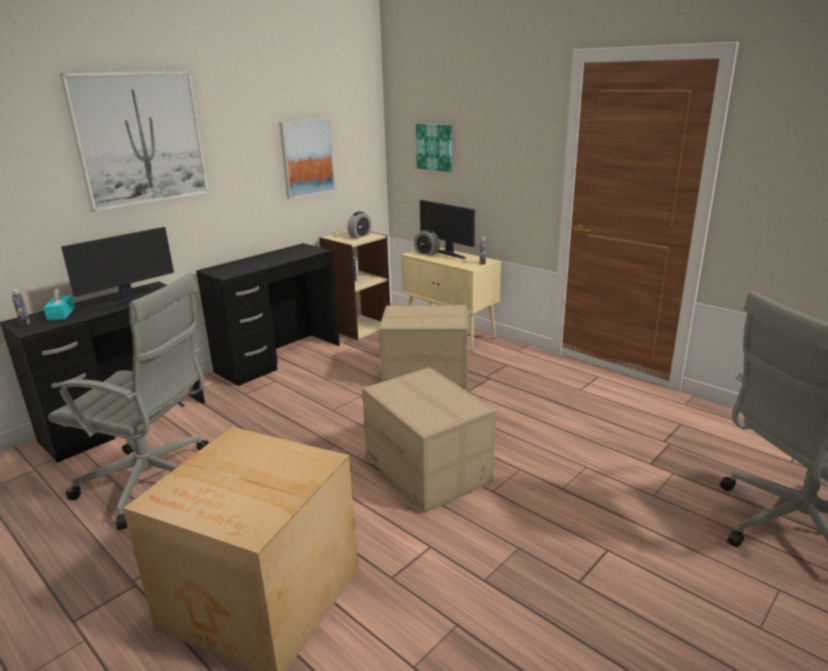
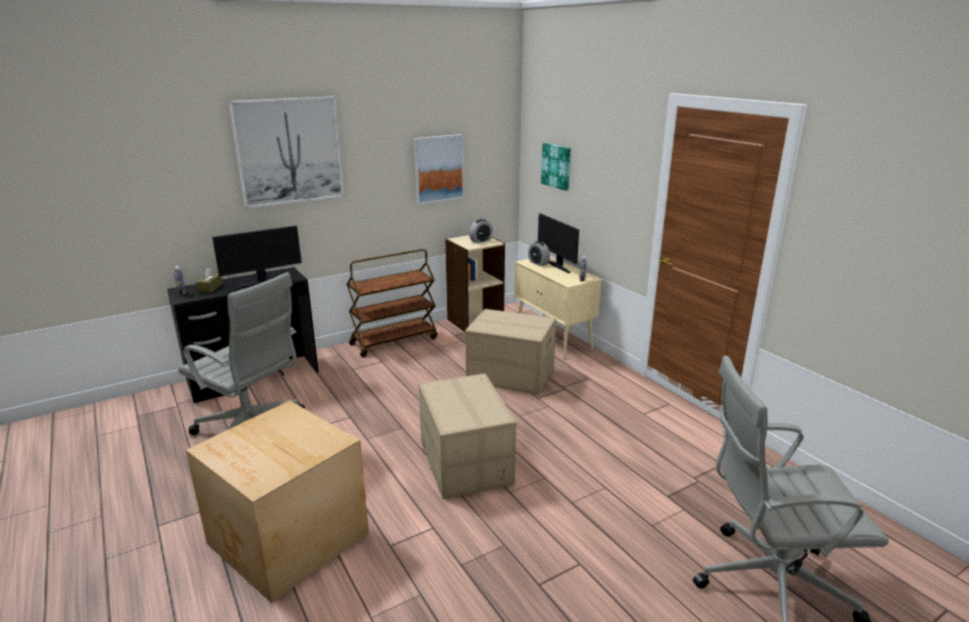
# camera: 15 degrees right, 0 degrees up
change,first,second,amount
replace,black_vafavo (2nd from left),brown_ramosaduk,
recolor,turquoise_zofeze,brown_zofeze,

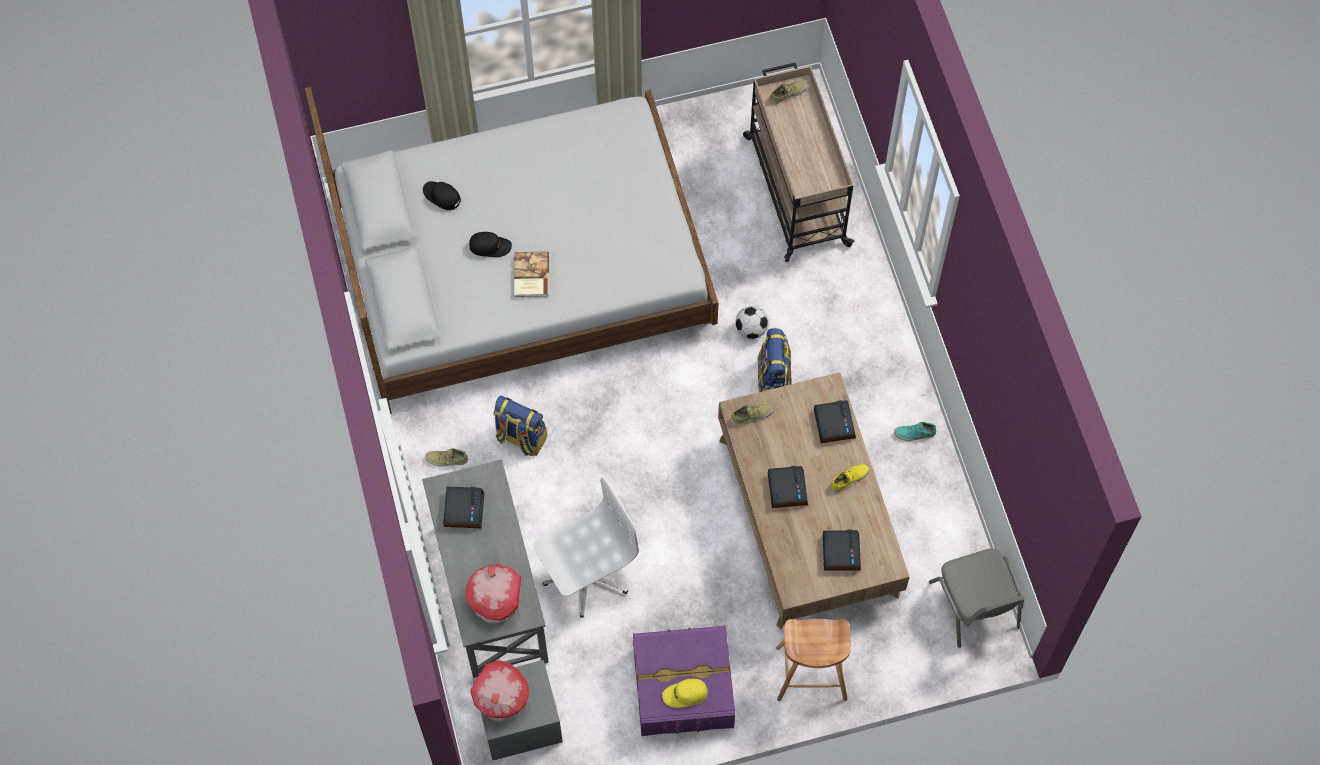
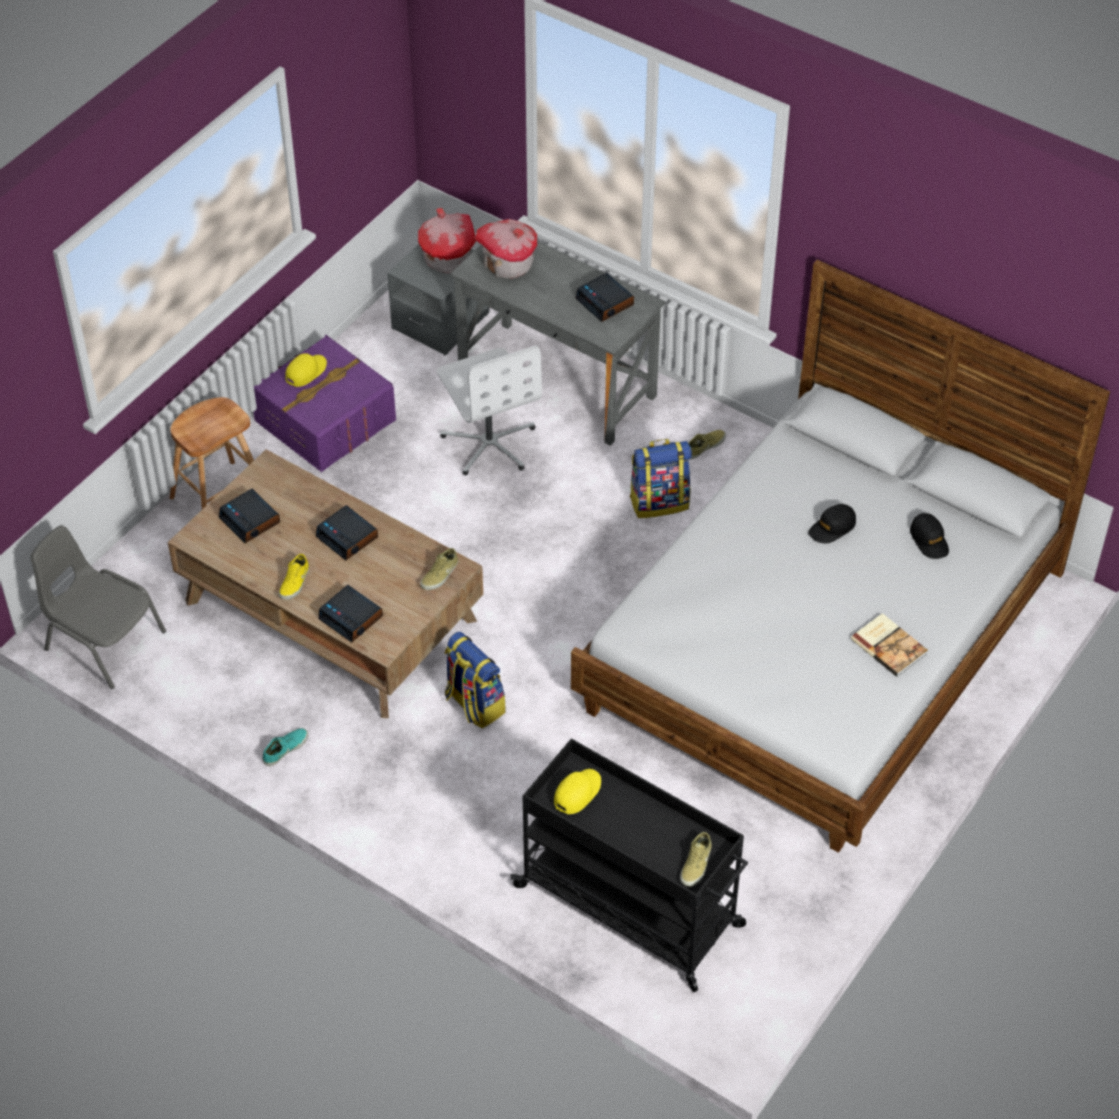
# camera: 140 degrees right, 15 degrees down
change,first,second,amount
delete,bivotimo,,
insert,,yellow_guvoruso (2nd from left),
move,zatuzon,,
recolor,beige_ramosaduk,black_ramosaduk,
rotate,black_guvoruso (1st from left in the first image),black_guvoruso (2nd from left),75 degrees clockwise
rotate,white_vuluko,,45 degrees counterclockwise

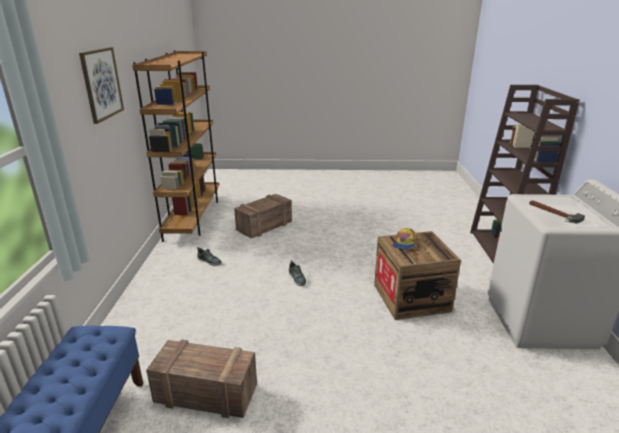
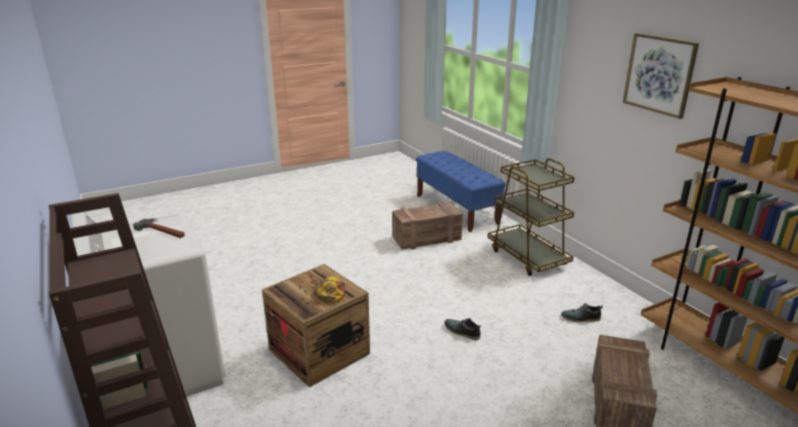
# camera: 150 degrees right, 0 degrees up
change,first,second,amount
insert,,brown_ramosaduk,

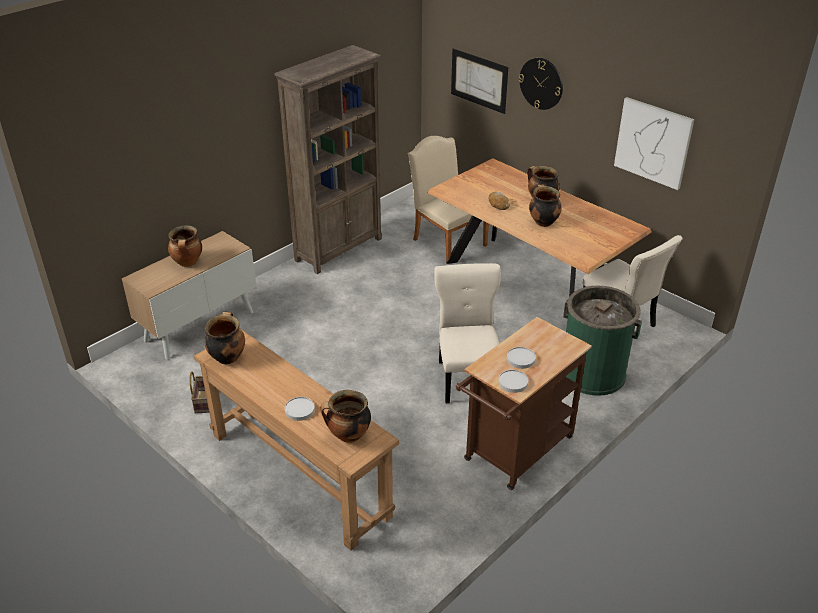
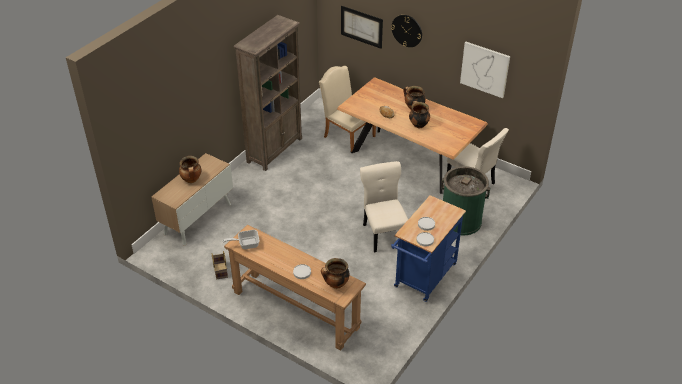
# camera: 10 degrees left, 5 degrees up
change,first,second,amount
replace,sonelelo (2nd from left),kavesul,
recolor,brown_ramosaduk,blue_ramosaduk,

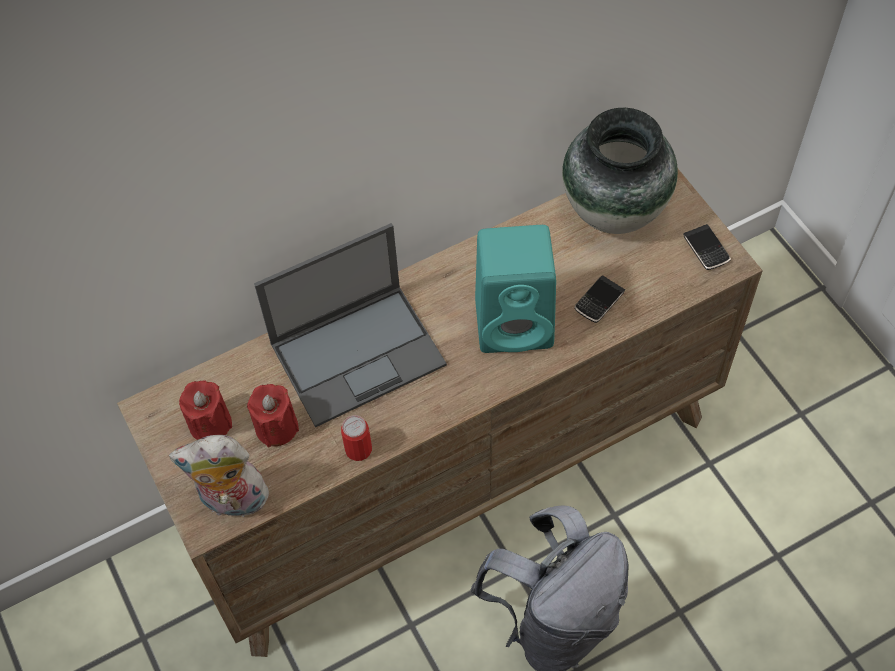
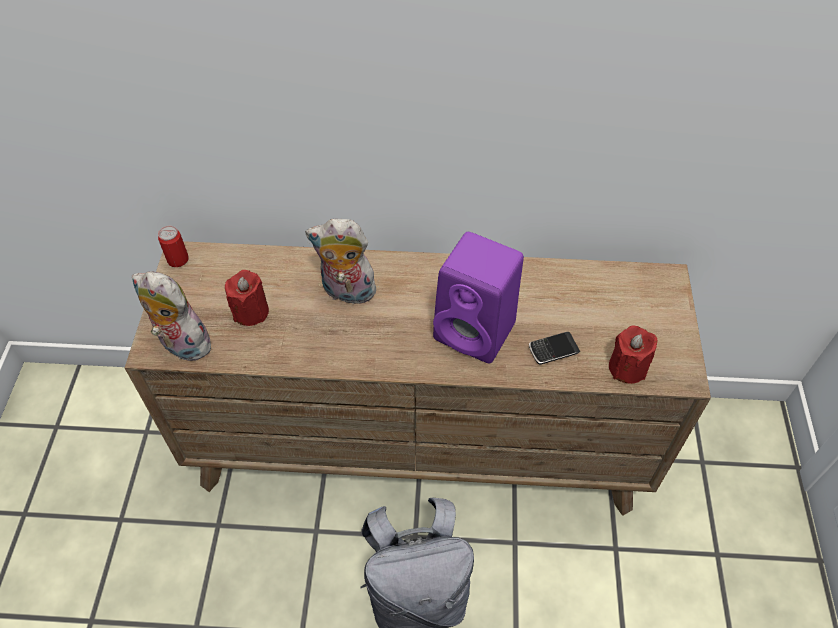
# camera: 30 degrees right, 5 degrees down
change,first,second,amount
delete,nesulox,,
delete,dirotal (2nd from left),,
move,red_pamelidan (1st from left in the first image),red_pamelidan (2nd from left),
move,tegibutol,,
replace,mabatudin,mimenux (2nd from left),
recolor,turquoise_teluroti,purple_teluroti,

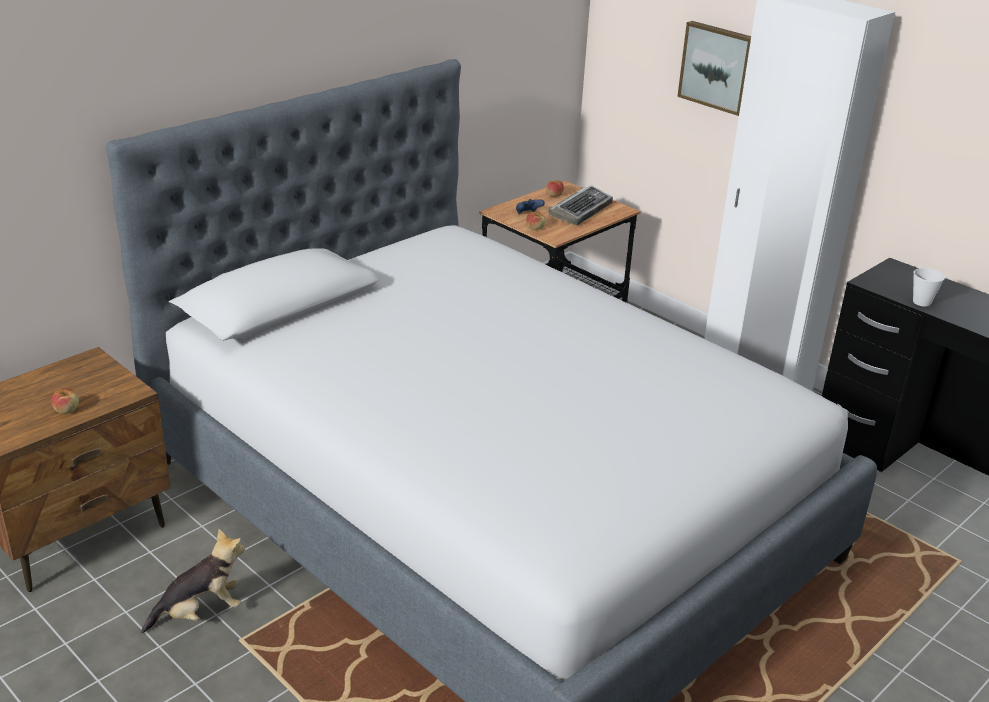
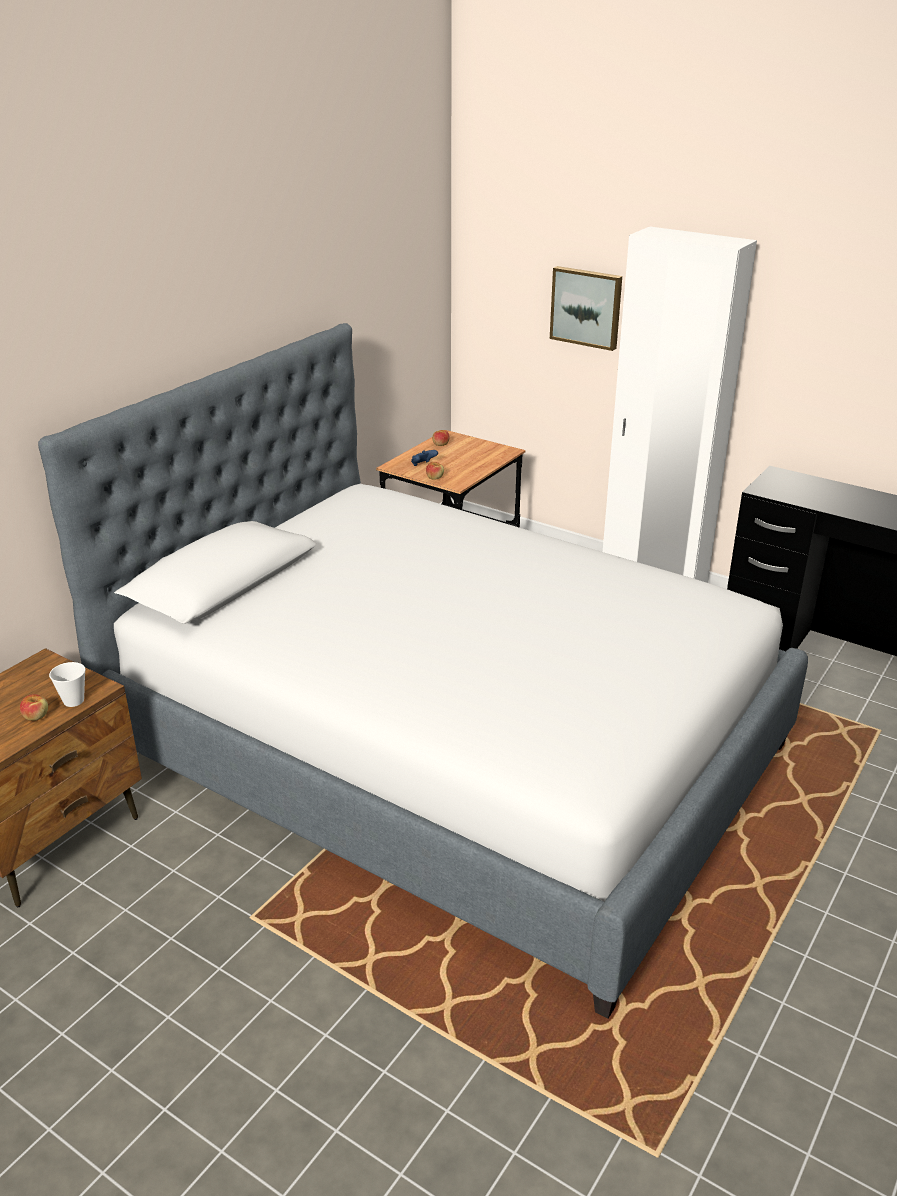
# camera: 10 degrees left, 0 degrees up
change,first,second,amount
delete,mimenux,,
delete,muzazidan,,
move,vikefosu,,

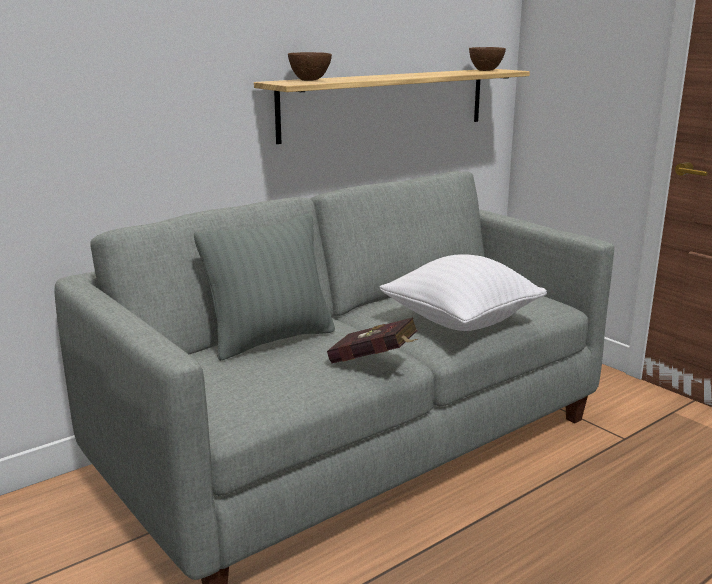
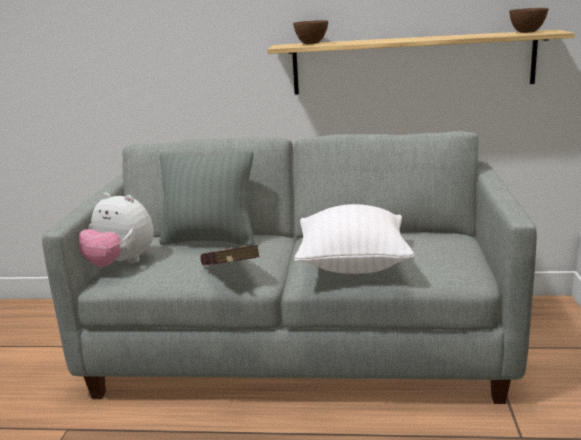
# camera: 45 degrees right, 0 degrees up
change,first,second,amount
insert,,mimenux,

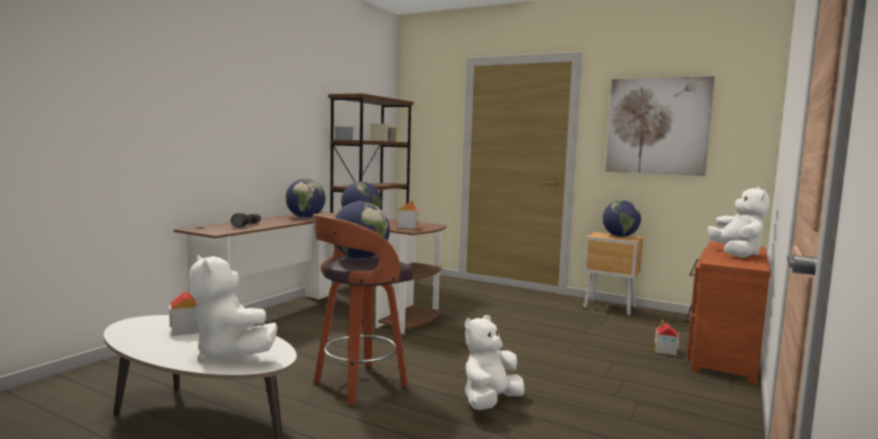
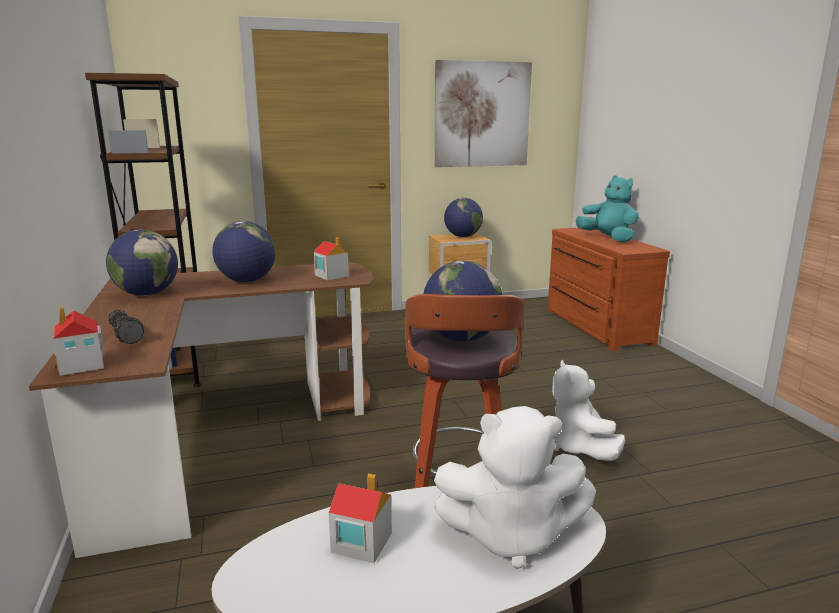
# camera: 45 degrees left, 10 degrees up
change,first,second,amount
move,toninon (3rd from left in the first image),toninon (1st from left),
recolor,white_mimenux (3rd from left),turquoise_mimenux,

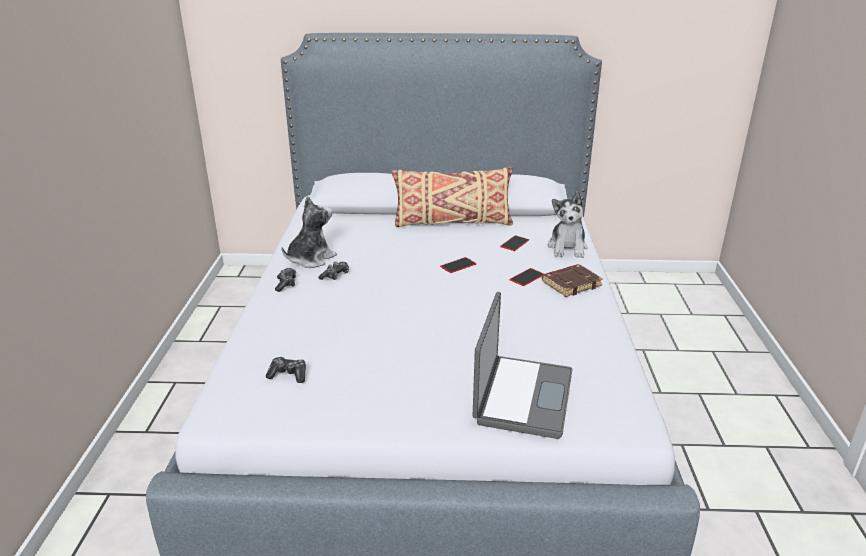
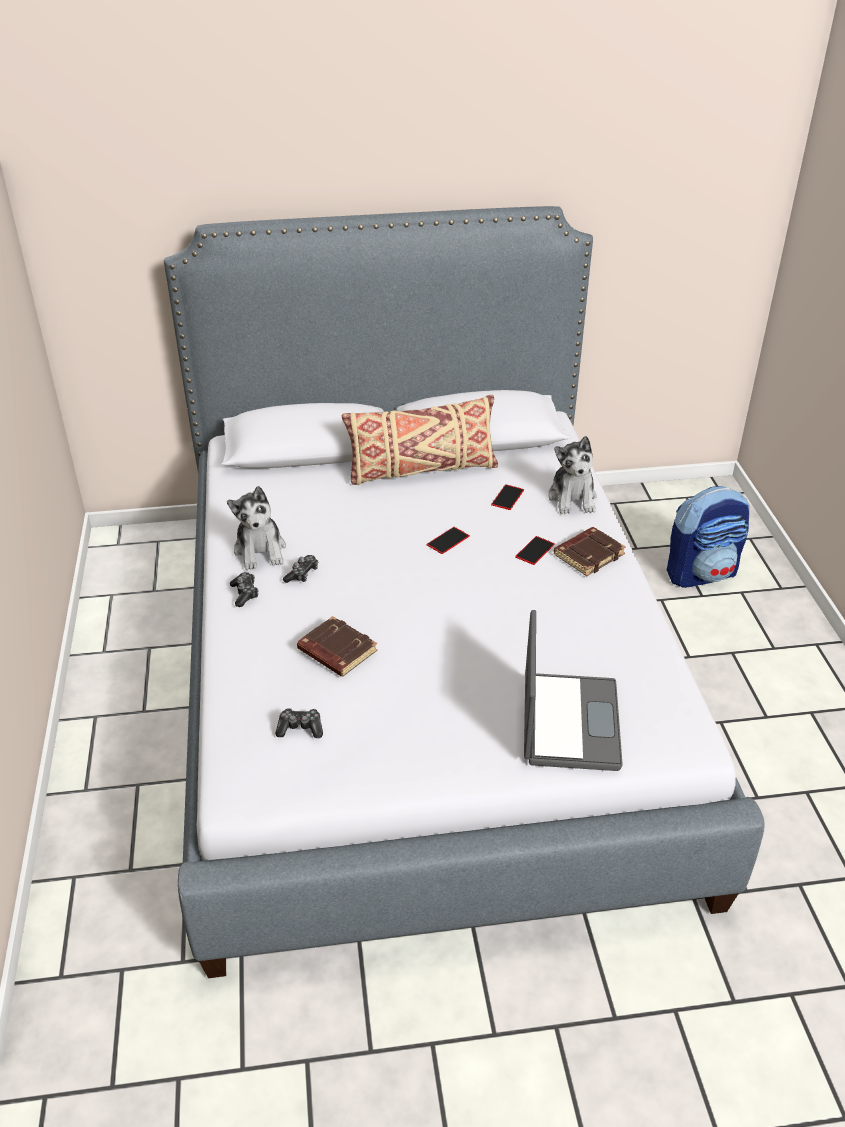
# camera: 10 degrees left, 10 degrees up
change,first,second,amount
insert,,brown_zatuzon (1st from left),
insert,,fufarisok,
rotate,mimenux (1st from left),,135 degrees clockwise

